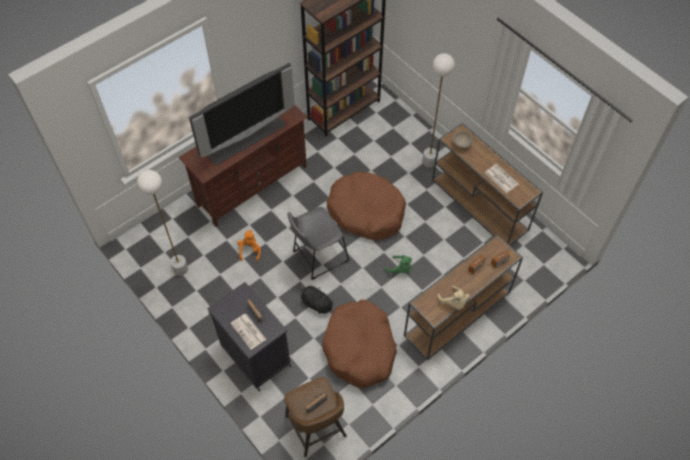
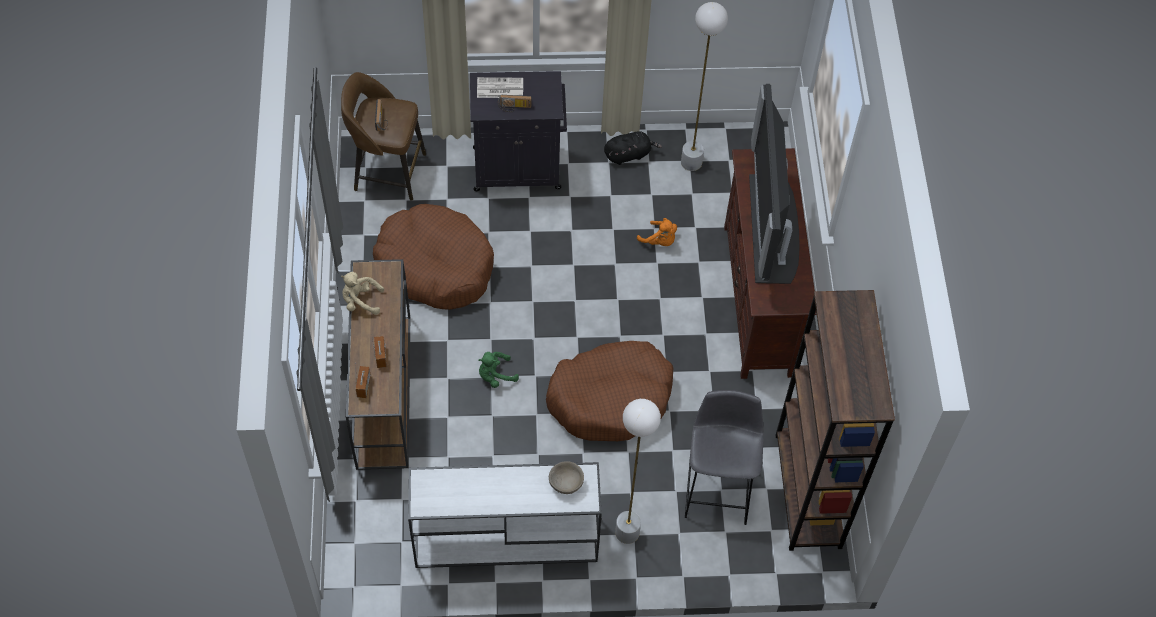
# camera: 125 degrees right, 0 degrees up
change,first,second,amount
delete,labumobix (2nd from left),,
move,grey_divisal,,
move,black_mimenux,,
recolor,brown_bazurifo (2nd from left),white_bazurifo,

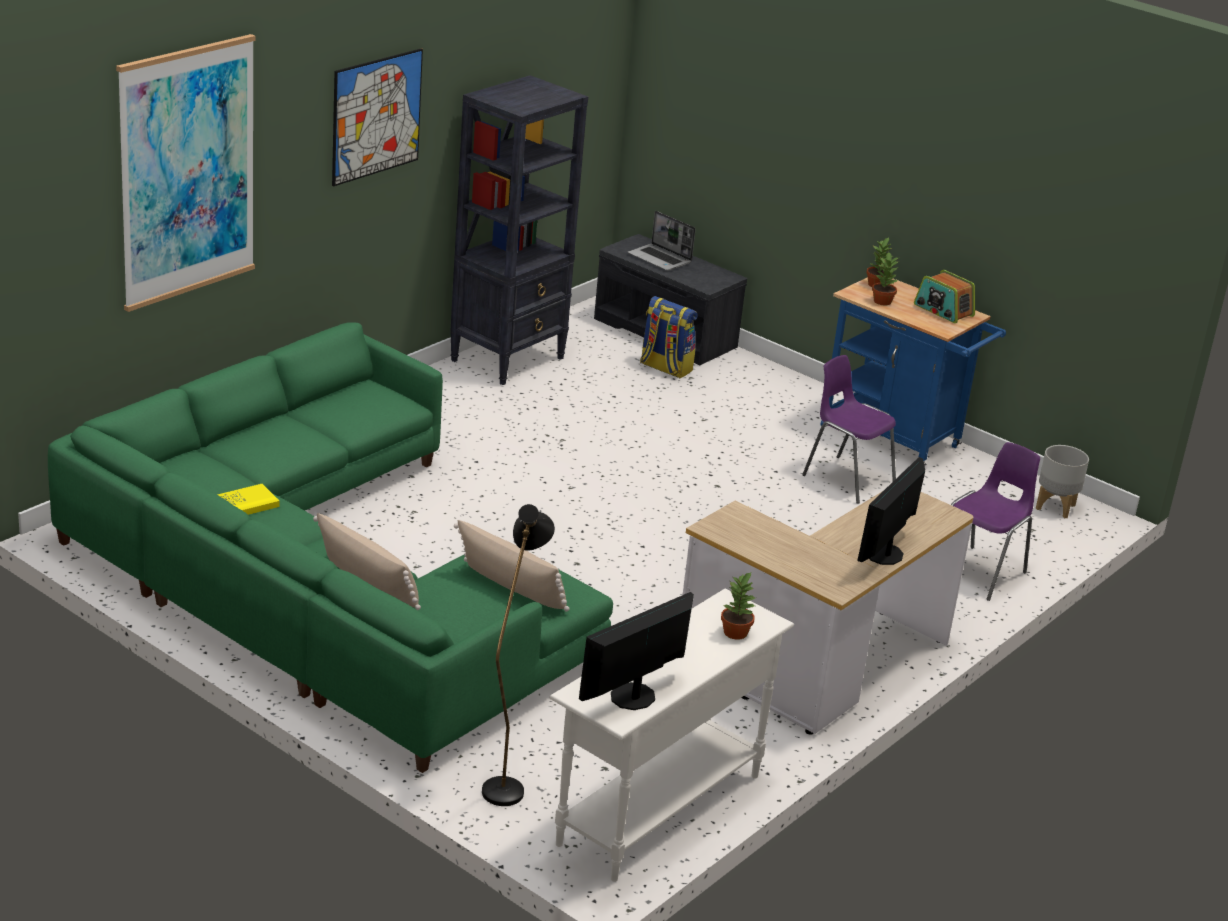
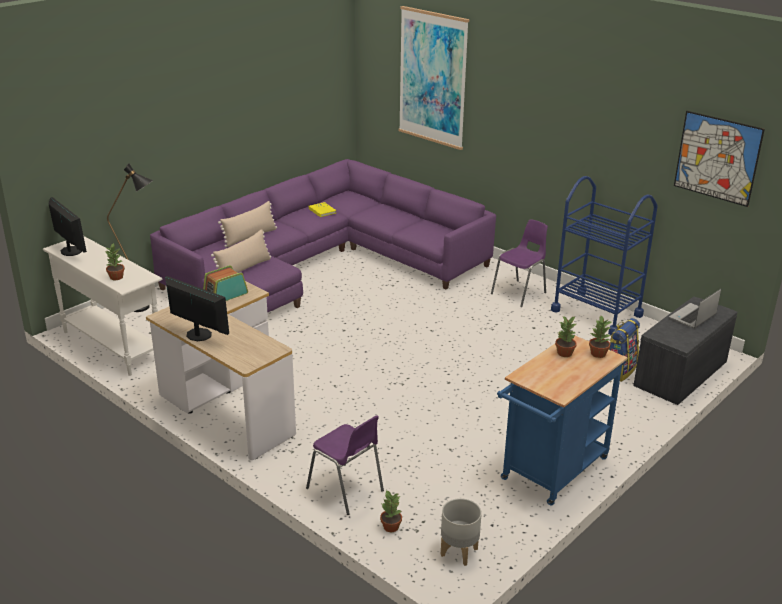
# camera: 95 degrees right, 0 degrees up
change,first,second,amount
insert,,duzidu (2nd from left),
move,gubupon (2nd from left),,
move,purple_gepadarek (1st from left in the first image),purple_gepadarek (2nd from left),
move,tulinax,,
replace,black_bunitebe,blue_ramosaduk (2nd from left),
recolor,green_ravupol,purple_ravupol,

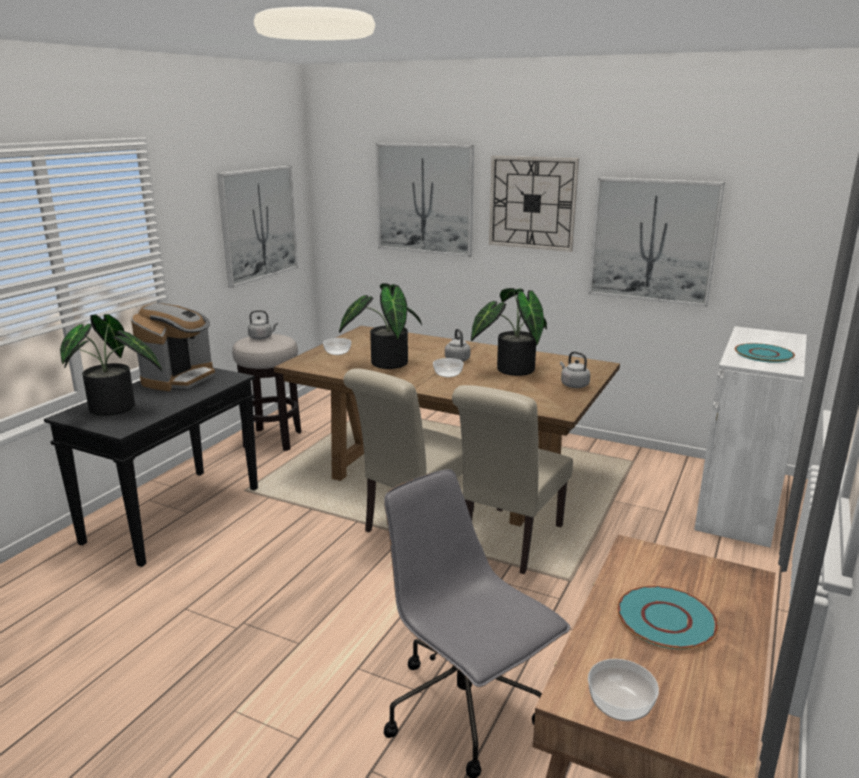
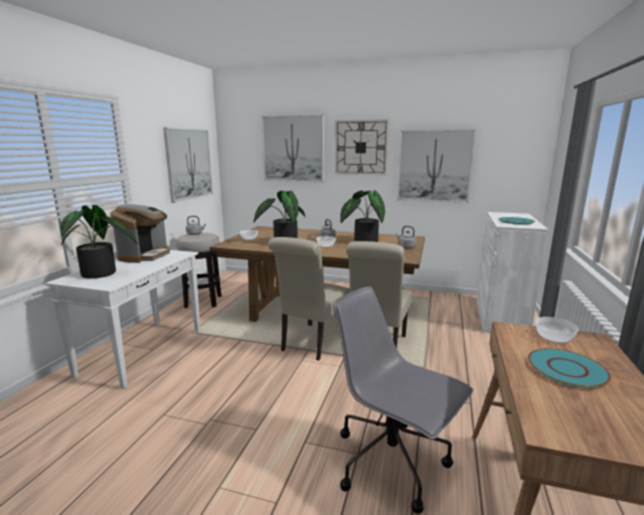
# camera: 10 degrees left, 5 degrees down
change,first,second,amount
move,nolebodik (3rd from left),,
recolor,black_bazurifo,white_bazurifo,

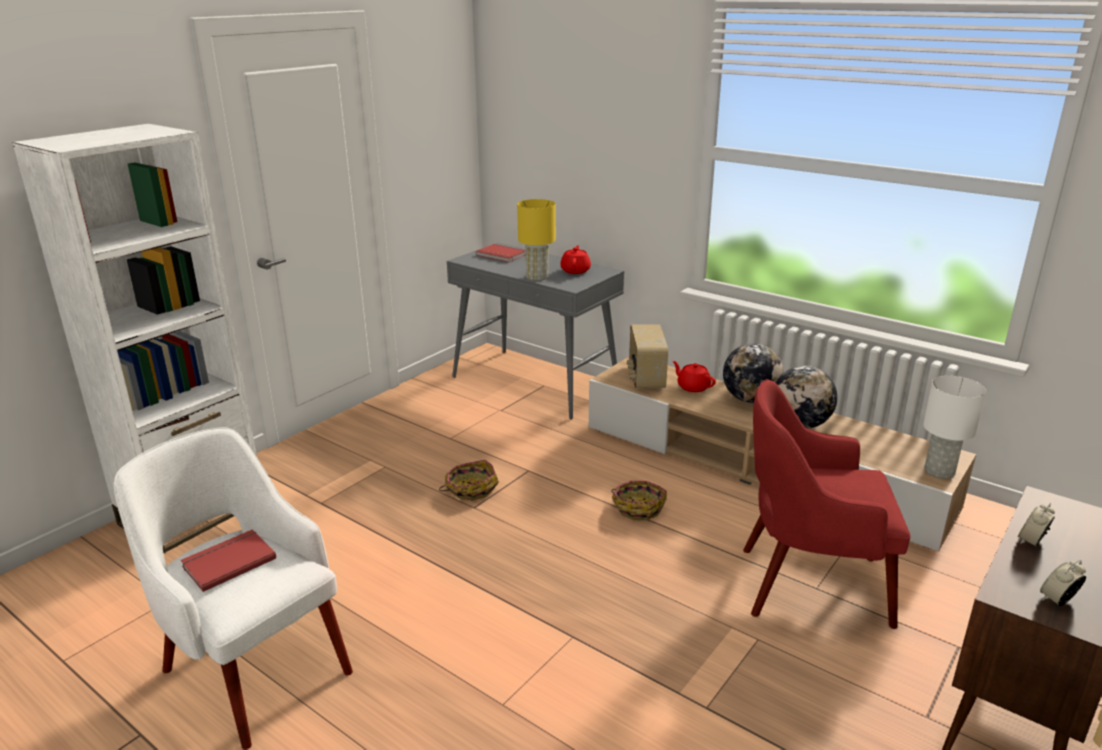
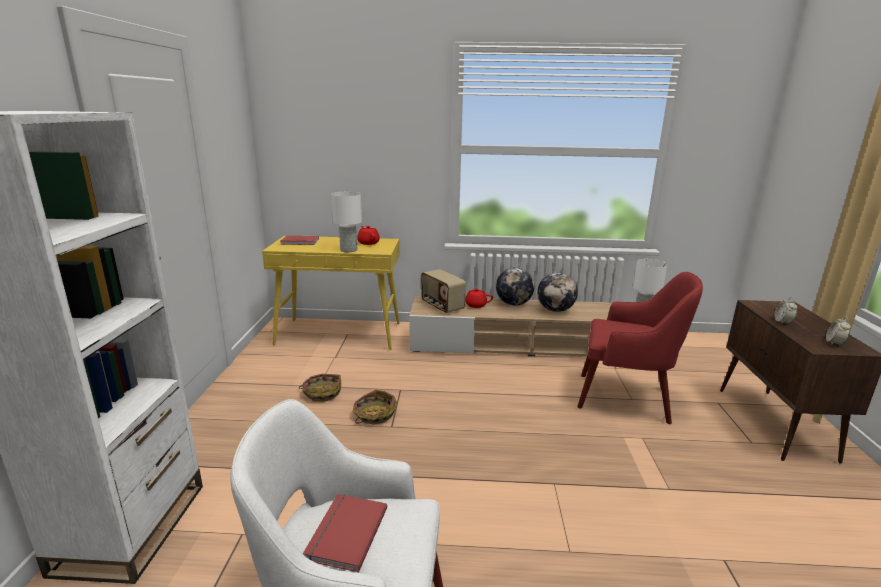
# camera: 35 degrees left, 5 degrees down
change,first,second,amount
move,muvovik (2nd from left in the first image),muvovik (1st from left),
recolor,grey_bazurifo,yellow_bazurifo,
recolor,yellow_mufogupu,white_mufogupu (1st from left),
rotate,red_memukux,,135 degrees counterclockwise

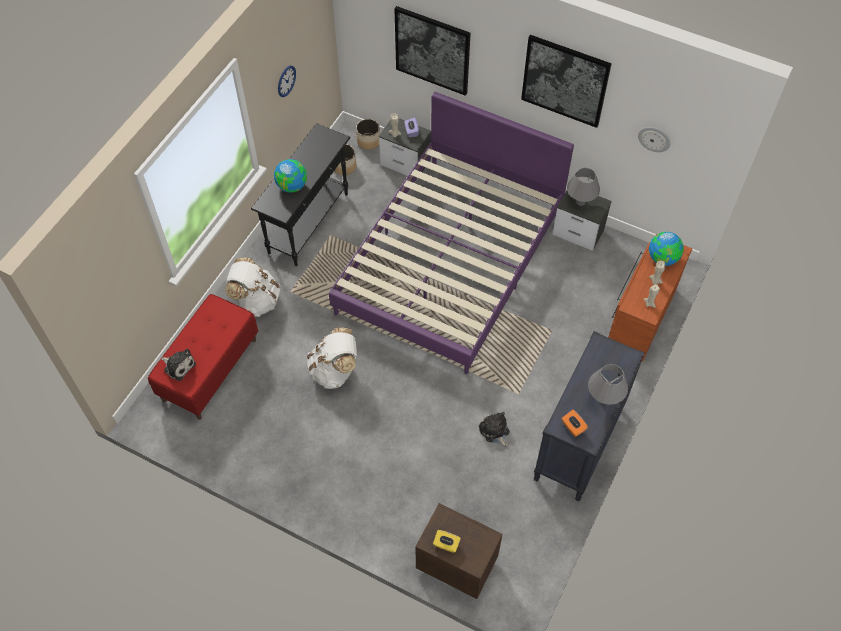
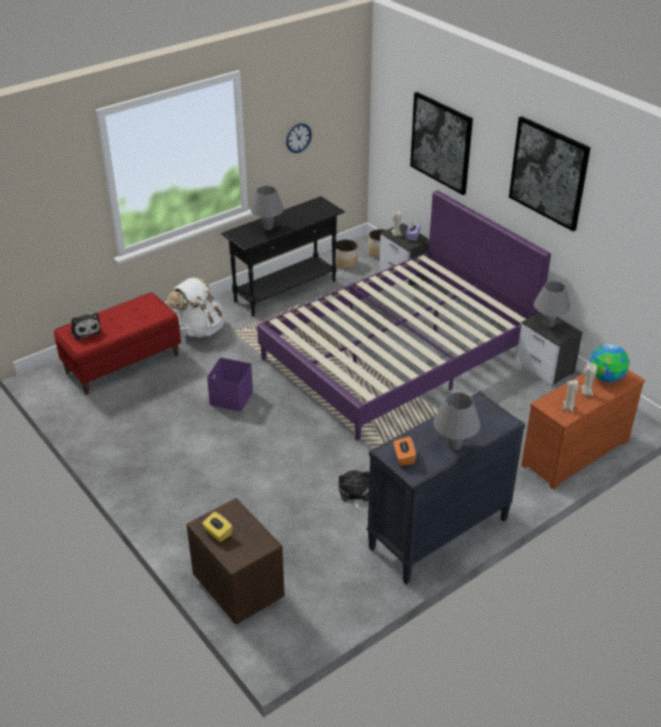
# camera: 25 degrees right, 20 degrees down
change,first,second,amount
delete,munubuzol (2nd from left),,
replace,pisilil (1st from left),grey_mufogupu (1st from left),
replace,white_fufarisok (2nd from left),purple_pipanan,

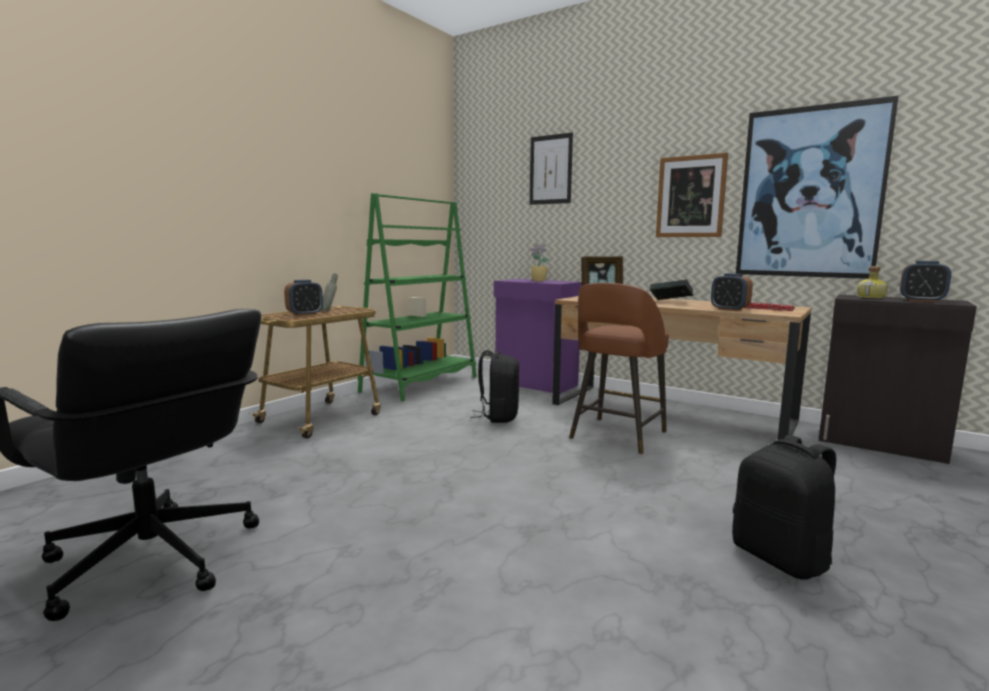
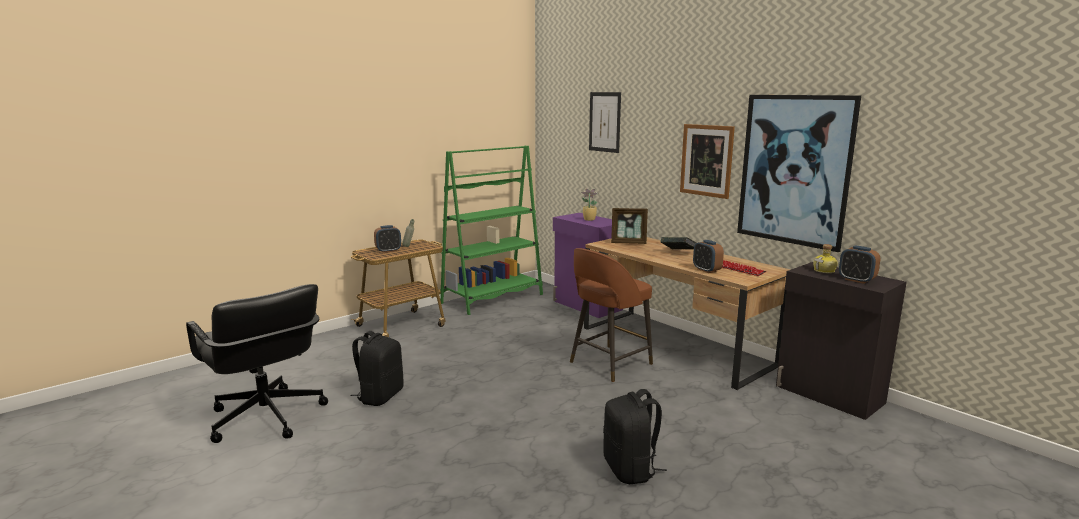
# camera: 15 degrees right, 5 degrees up
change,first,second,amount
move,black_fufarisok (1st from left),,

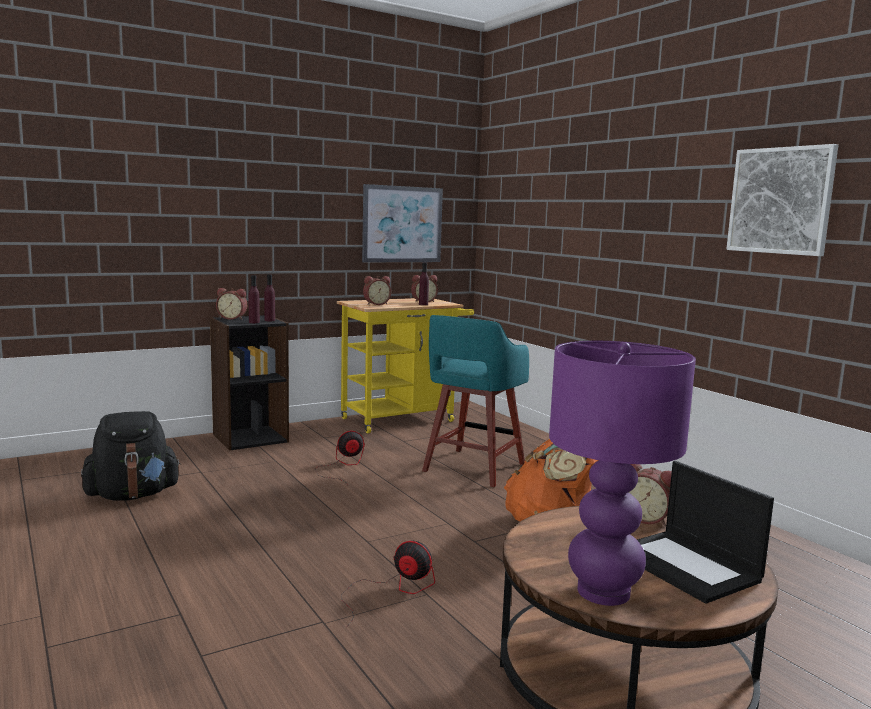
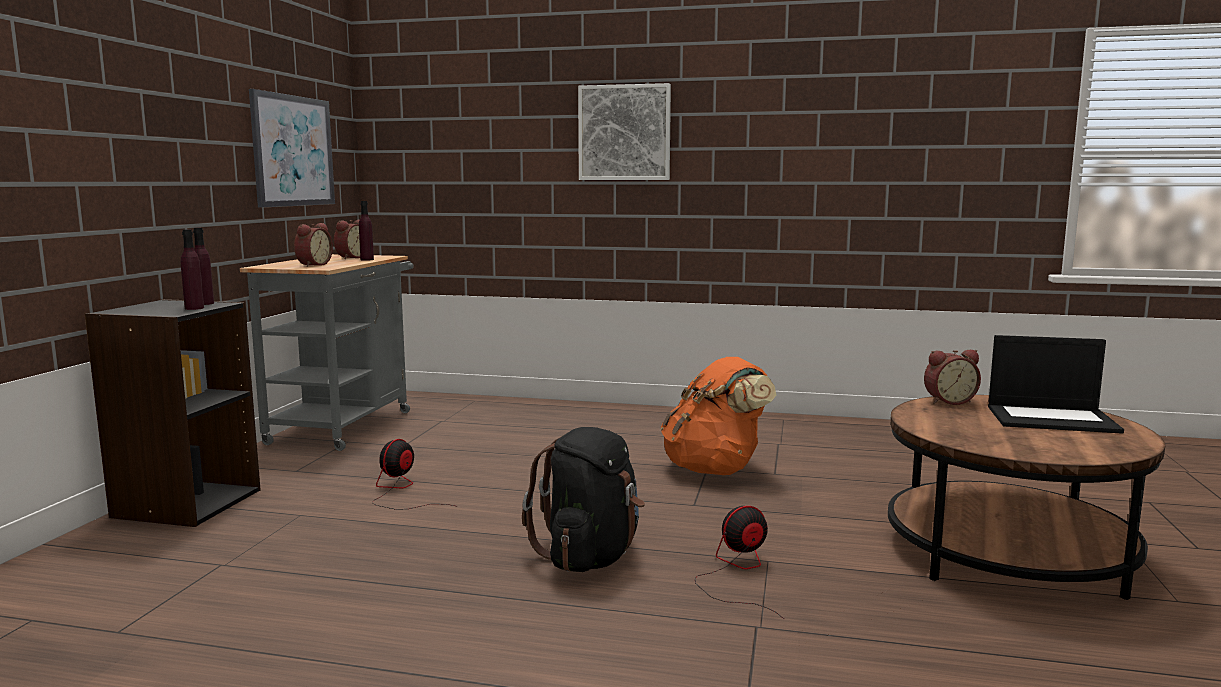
# camera: 45 degrees left, 0 degrees up
change,first,second,amount
delete,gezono (1st from left),,
delete,turquoise_divisal,,
delete,purple_mufogupu,,
move,black_fufarisok,,
move,gubupon (2nd from left),,
recolor,yellow_ramosaduk,grey_ramosaduk,

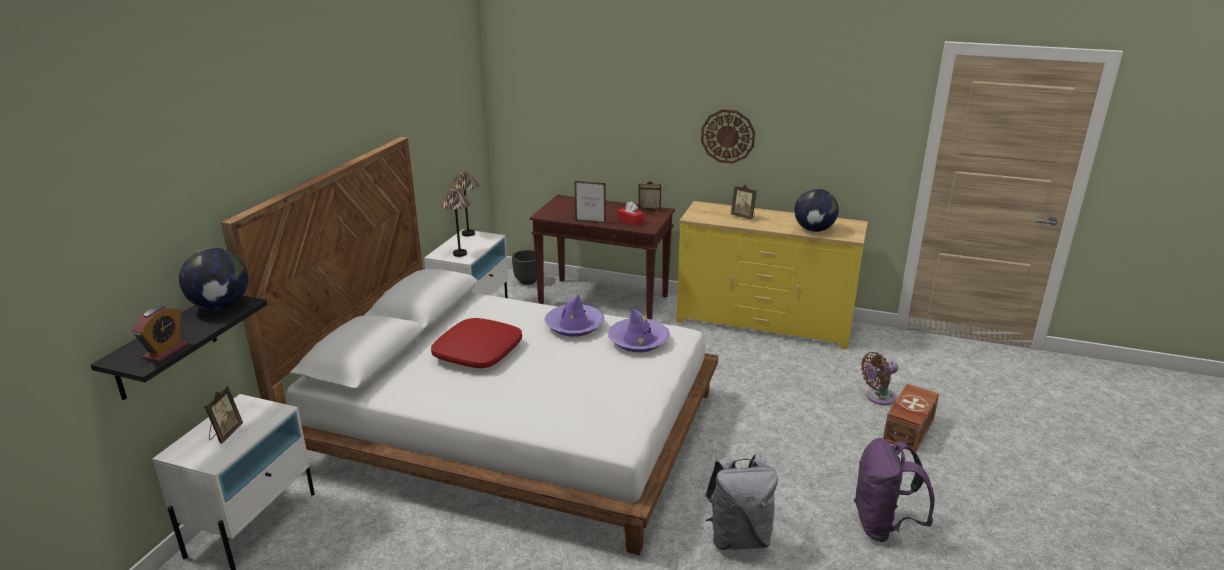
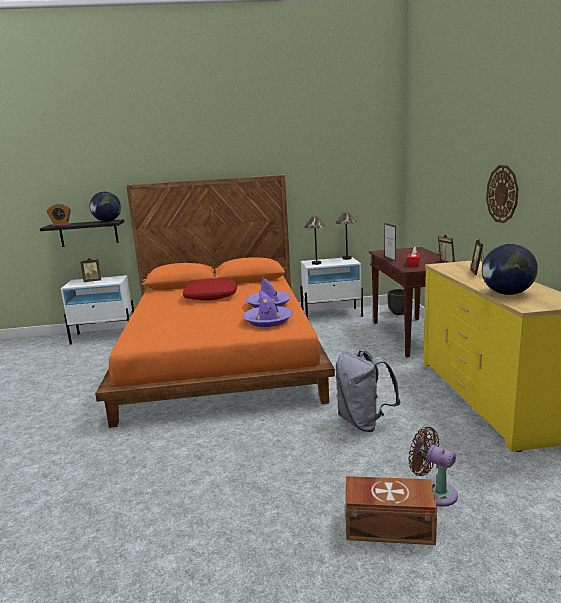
# camera: 65 degrees right, 10 degrees down
change,first,second,amount
delete,purple_fufarisok,,
move,grey_fufarisok,,
recolor,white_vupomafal,orange_vupomafal,

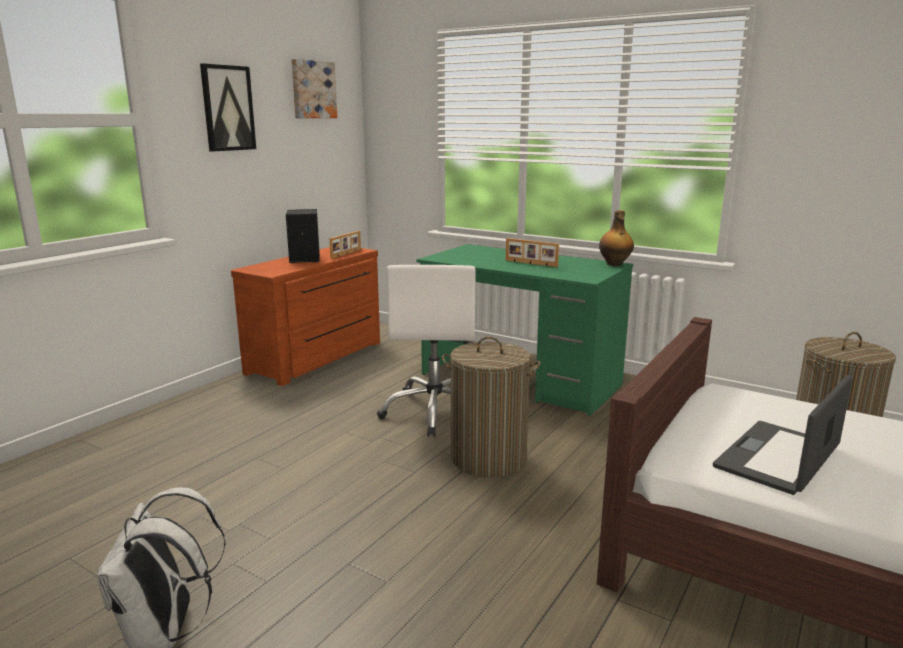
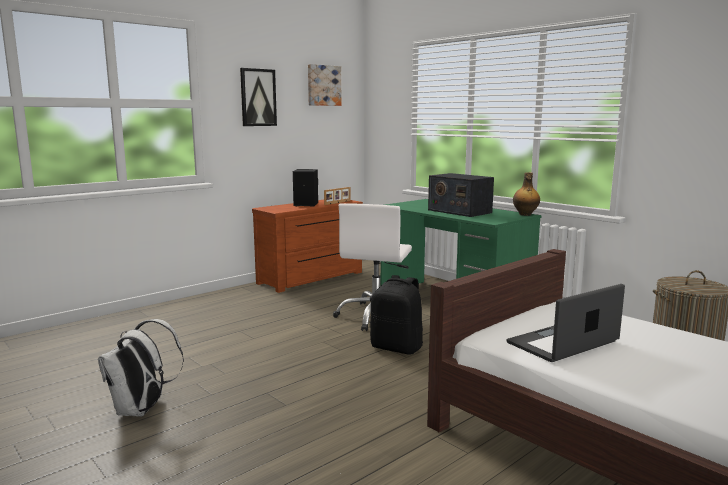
# camera: 15 degrees right, 5 degrees down
change,first,second,amount
replace,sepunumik (1st from left),black_fufarisok,
replace,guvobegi (2nd from left),tulinax,

